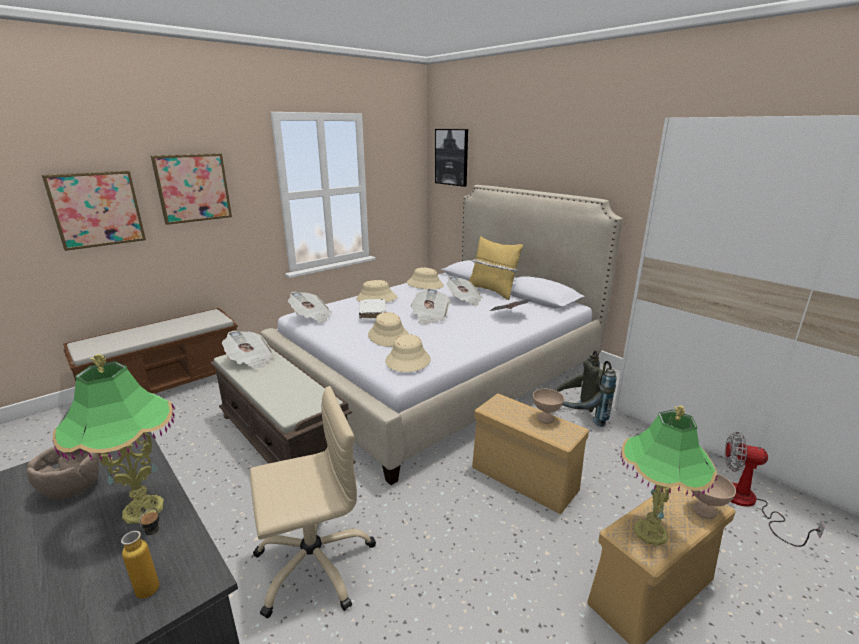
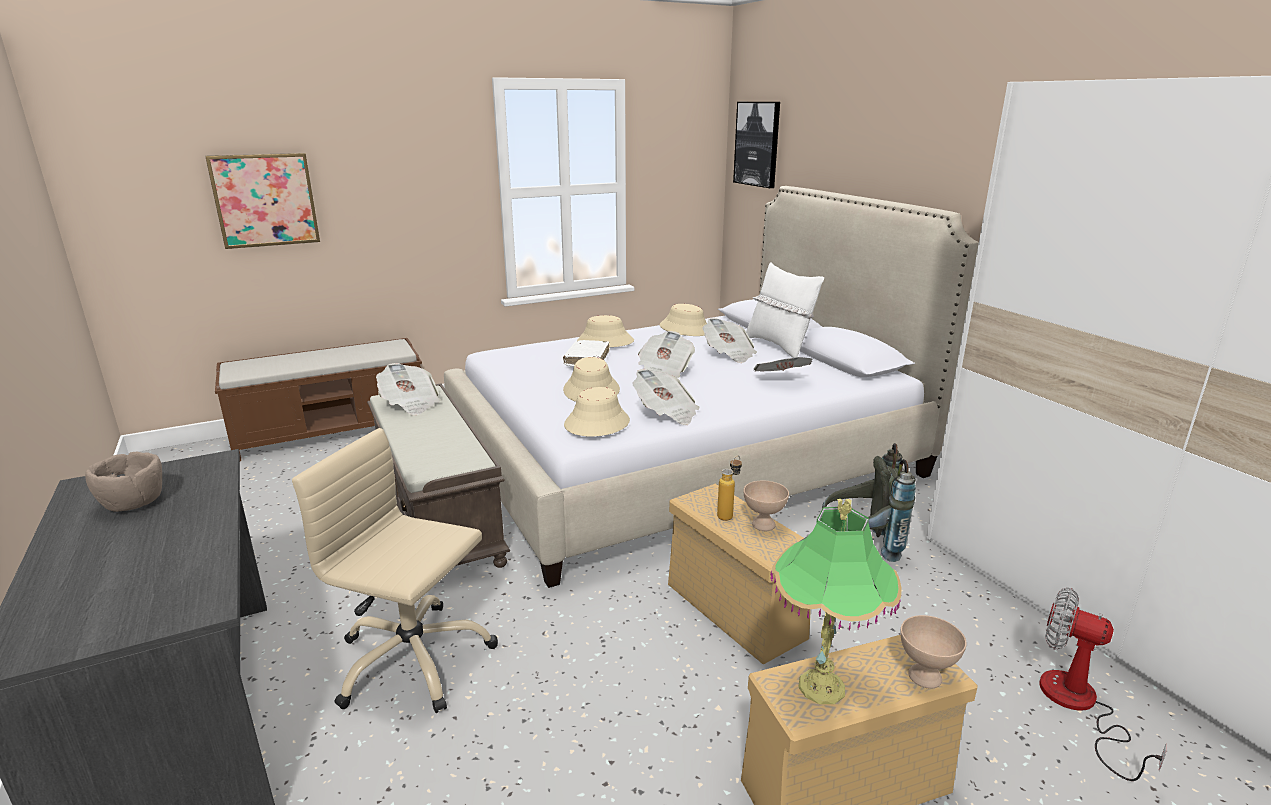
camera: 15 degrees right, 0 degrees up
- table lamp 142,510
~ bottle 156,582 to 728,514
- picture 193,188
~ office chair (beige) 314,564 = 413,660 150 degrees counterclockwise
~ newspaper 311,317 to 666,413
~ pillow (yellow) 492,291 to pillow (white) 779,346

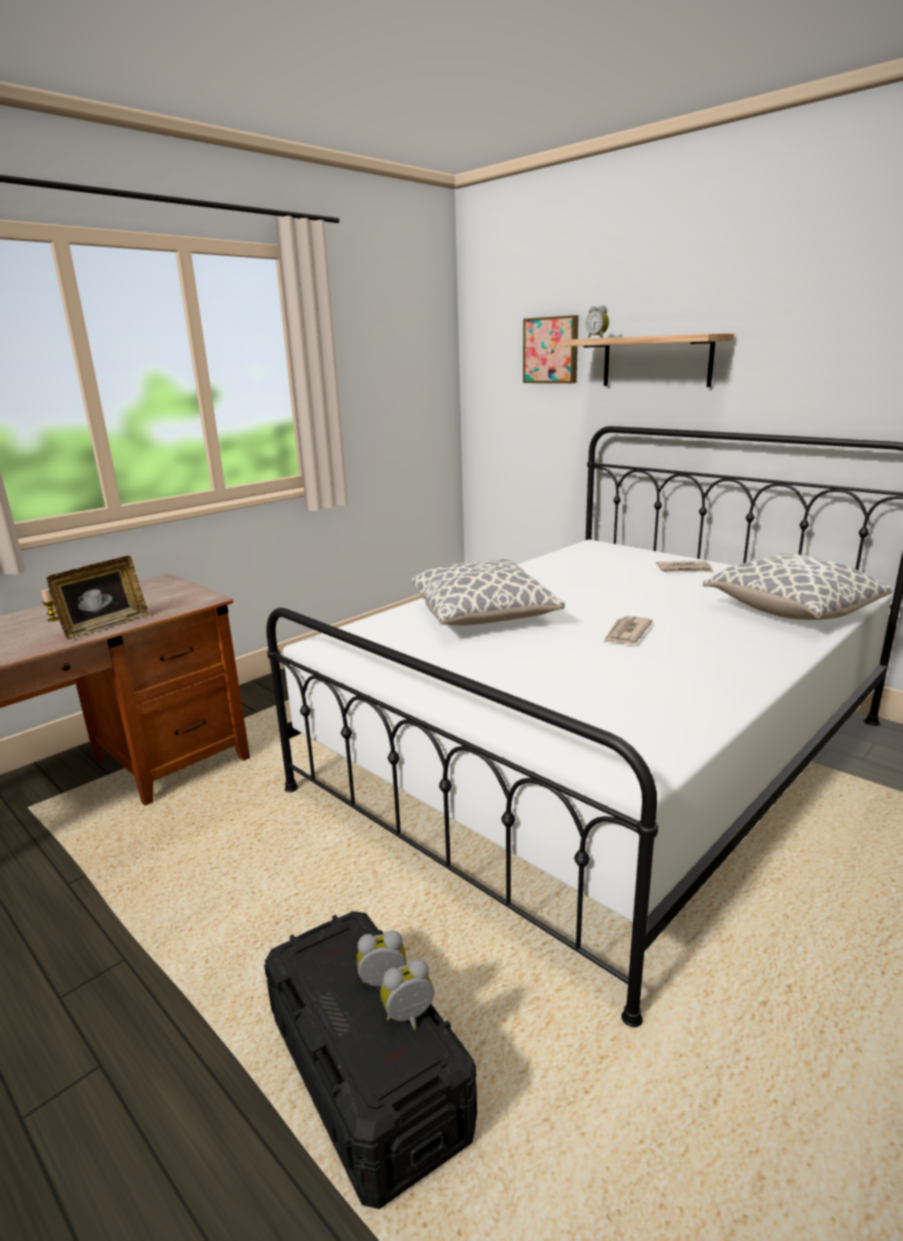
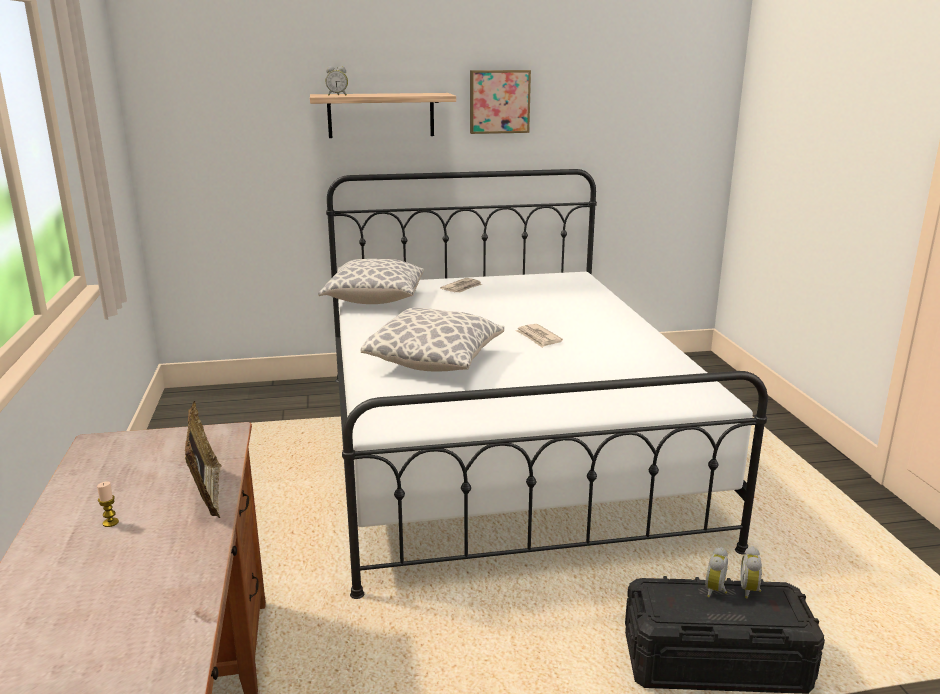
camera: 55 degrees left, 0 degrees up
~ picture 551,350 to 499,101
~ pillow 791,611 to 374,300

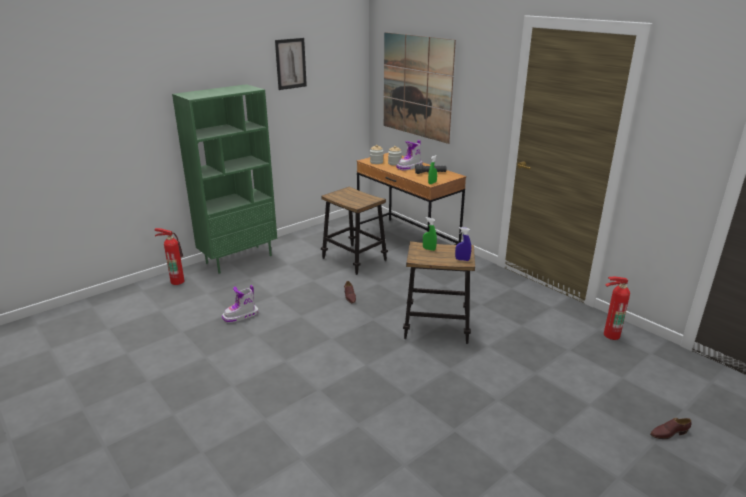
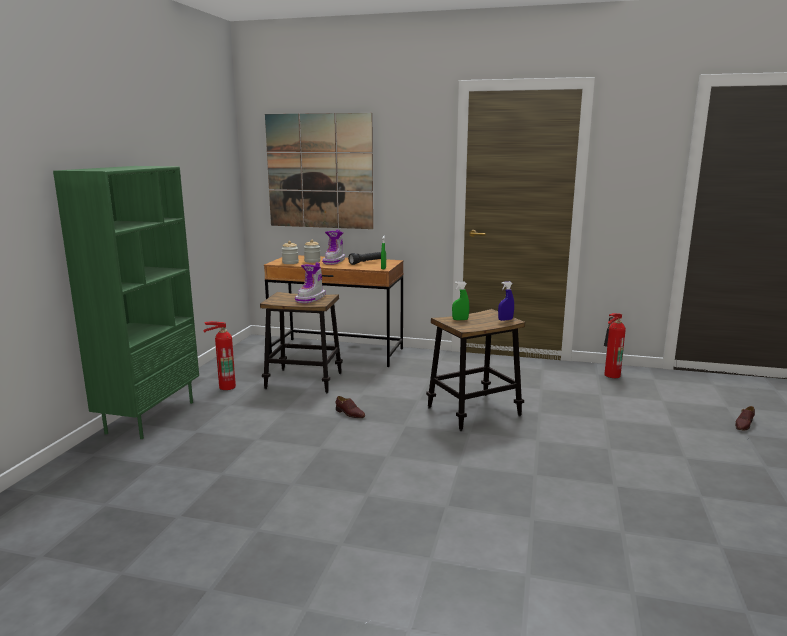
camera: 35 degrees left, 10 degrees down
~ fire extinguisher 177,281 to 225,387
~ boot 241,316 to 311,298
- picture 290,63

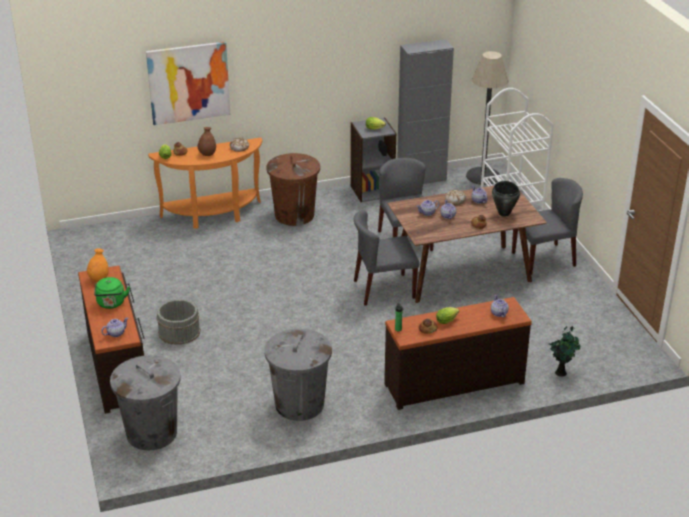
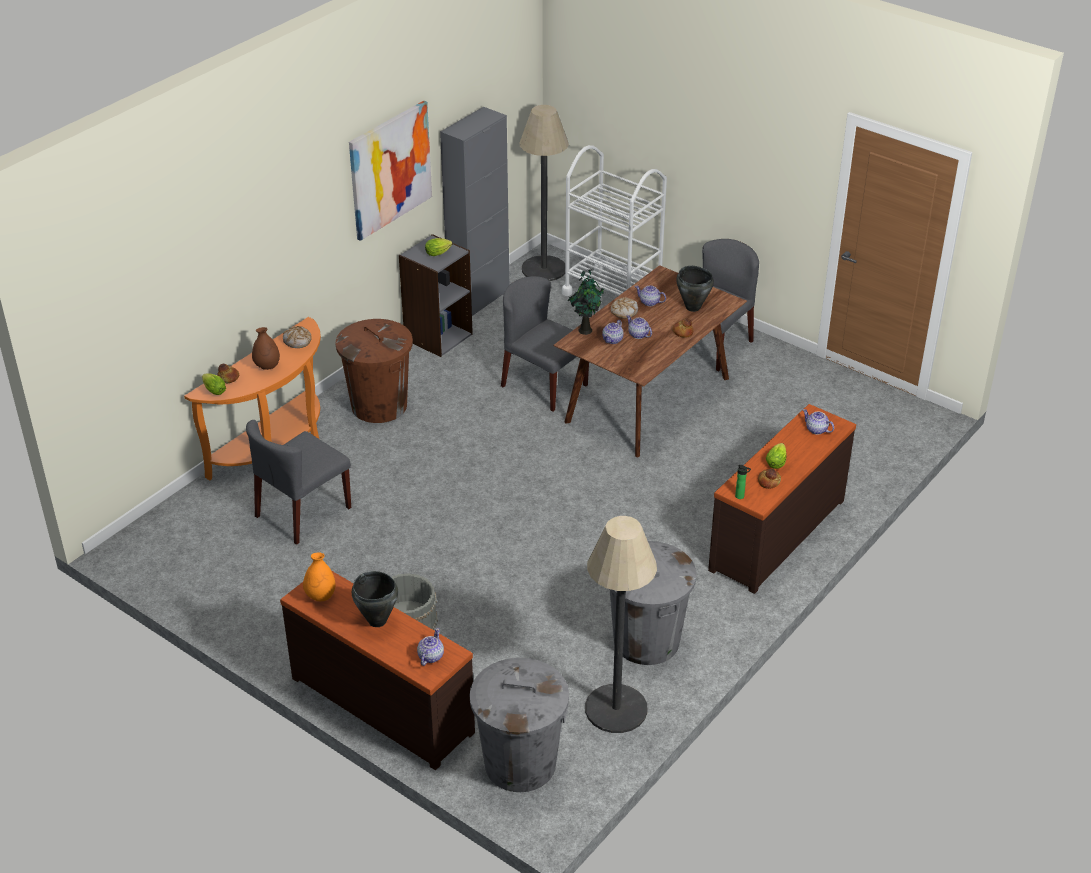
camera: 35 degrees left, 5 degrees up
~ kettle (green) 111,304 to cooking pot (black) 377,621
~ picture 188,83 to 390,169
~ chair (grey) 383,289 to 303,512
~ potted plant 561,372 to 585,329
+ floor lamp 616,709

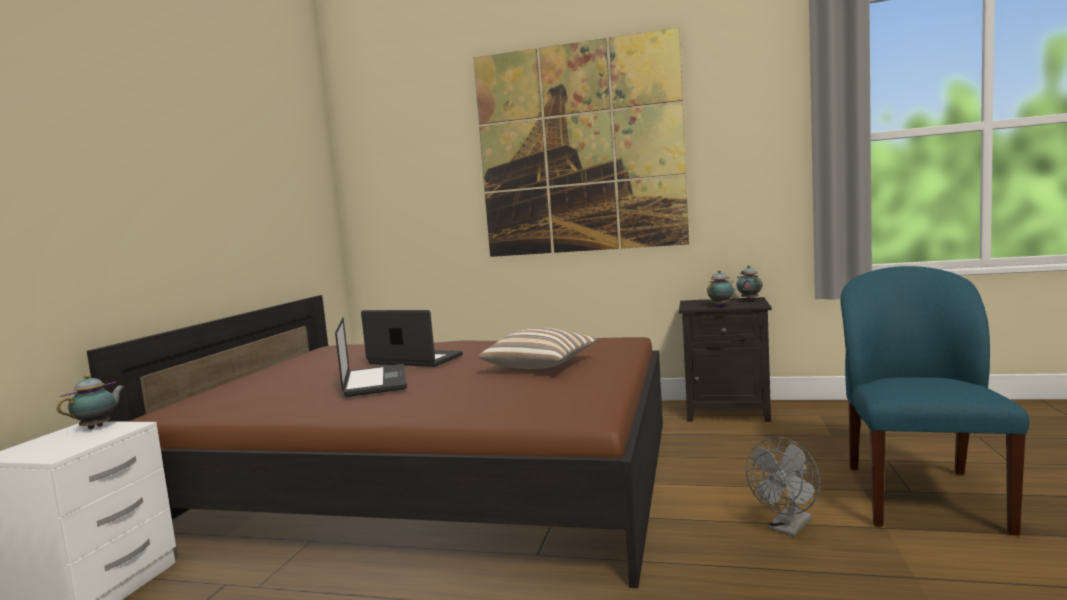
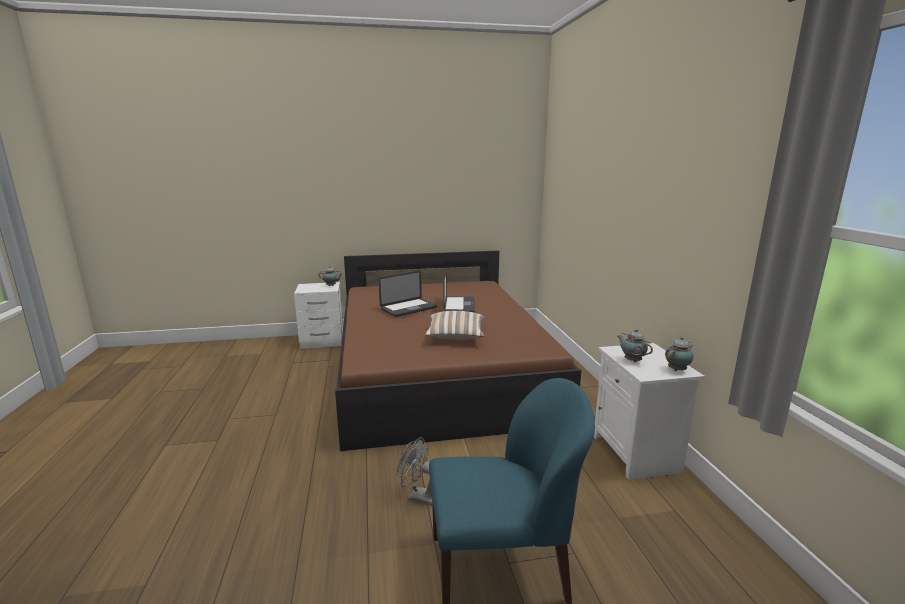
camera: 65 degrees right, 10 degrees up
- picture 579,149
~ nightstand (black) 728,411 to nightstand (white) 637,454
~ teapot 721,305 = 631,360 150 degrees counterclockwise

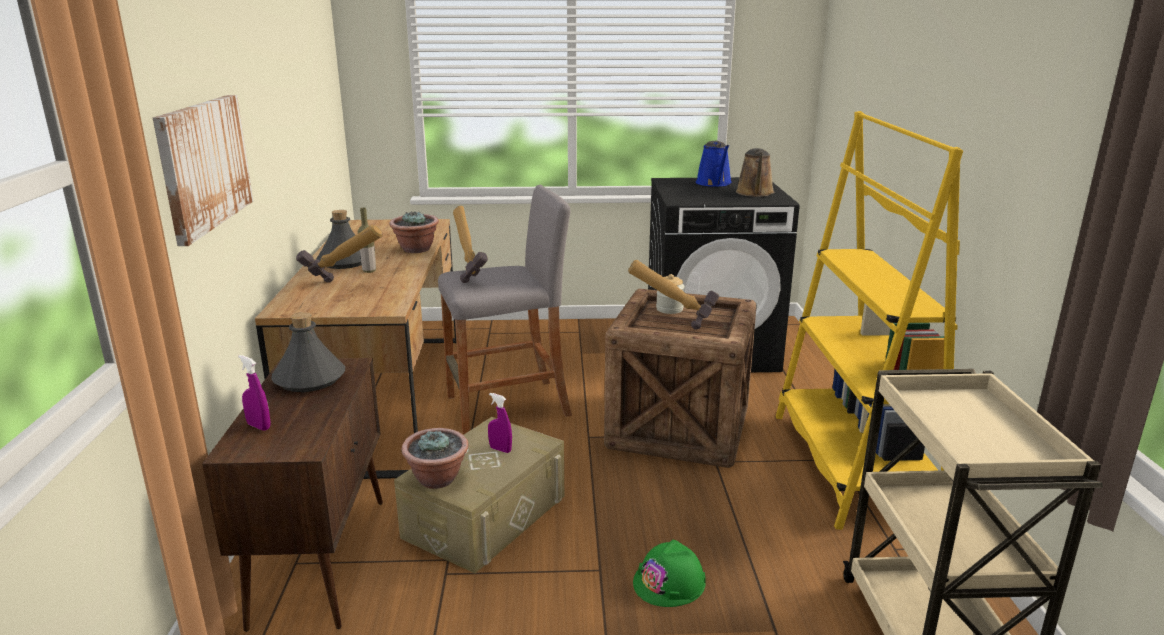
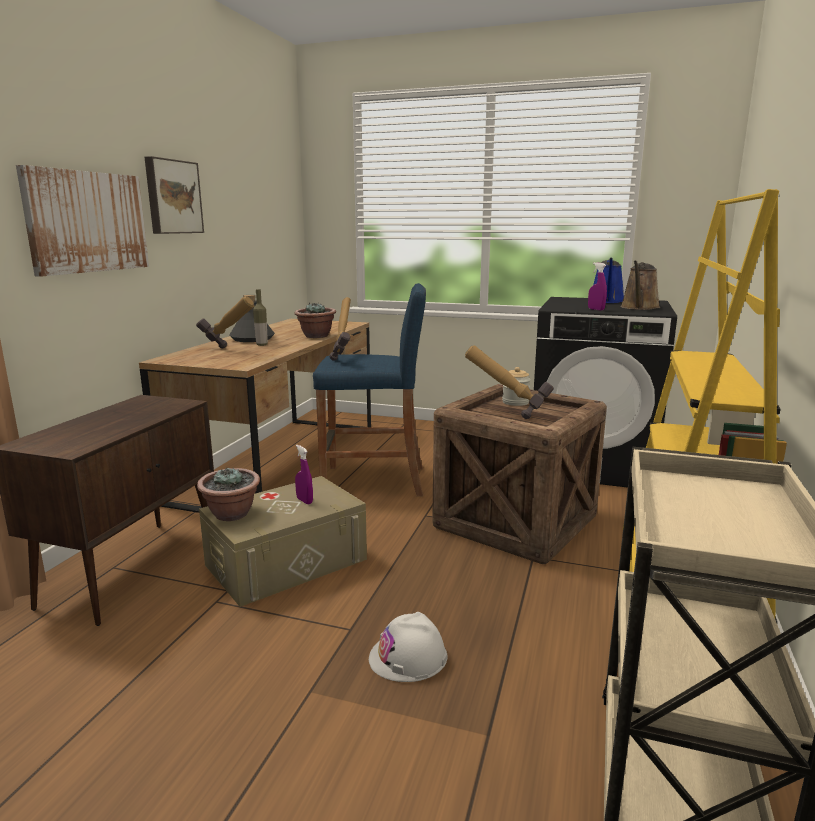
camera: 20 degrees right, 5 degrees down
~ spray bottle (purple) 259,426 to 596,309
- bottle (grey) 310,379
~ stool (grey) 508,406 to stool (blue) 373,481
~ hard hat (green) 669,582 to hard hat (white) 408,657
+ picture 172,197

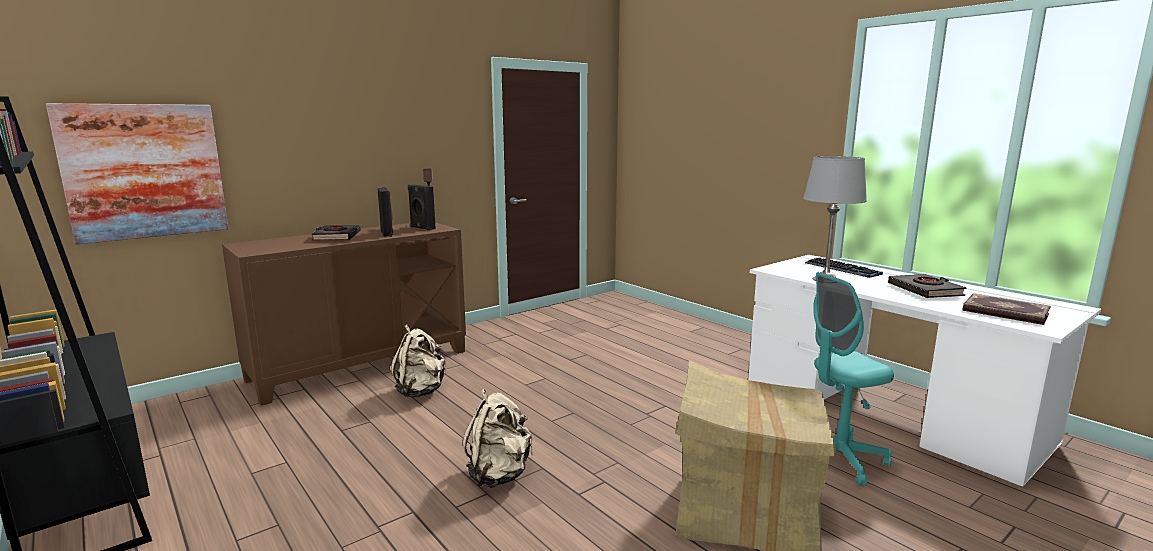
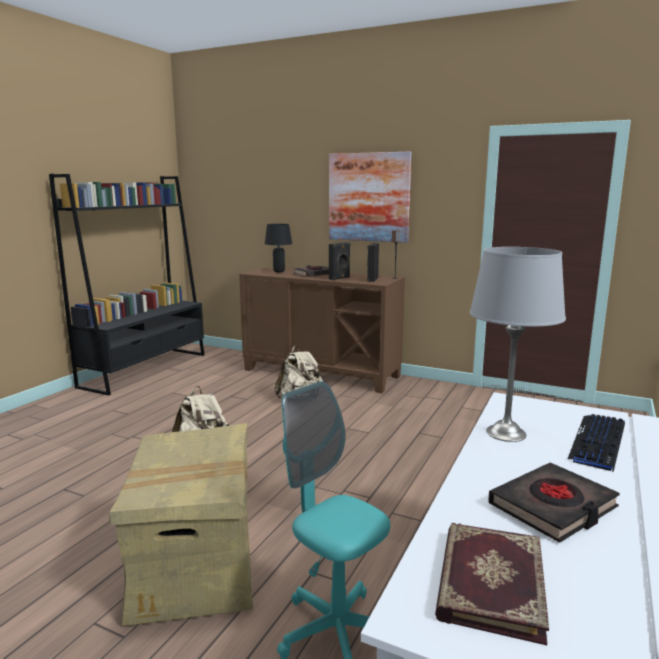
camera: 65 degrees right, 0 degrees up
~ picture 144,171 to 369,197
+ table lamp (black) 278,271

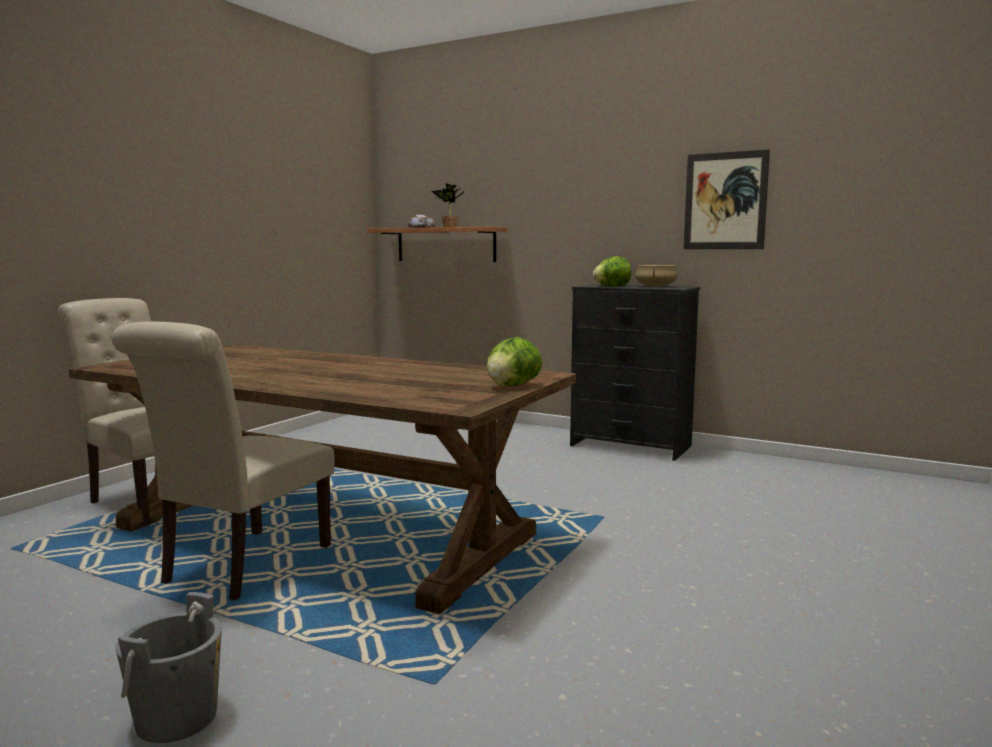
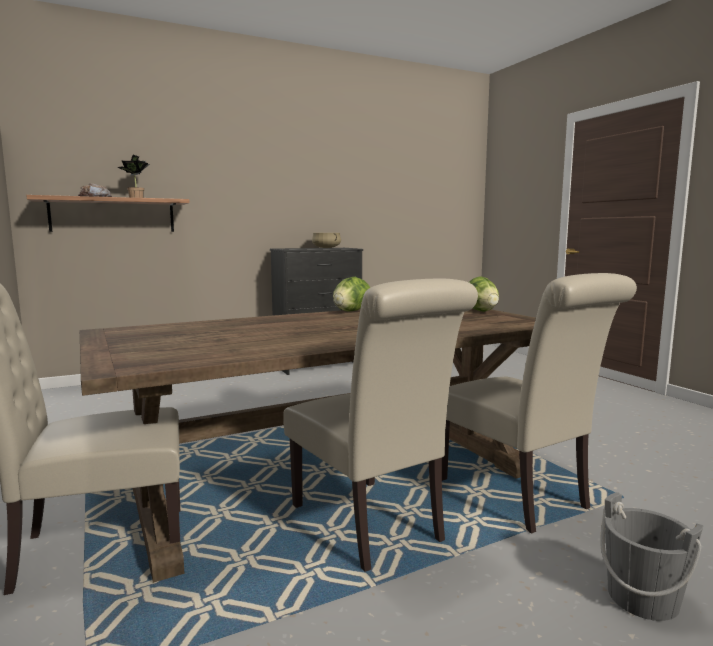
camera: 55 degrees left, 0 degrees up
~ lettuce 612,286 to 351,311
- picture 725,201
+ chair (beige) 518,497

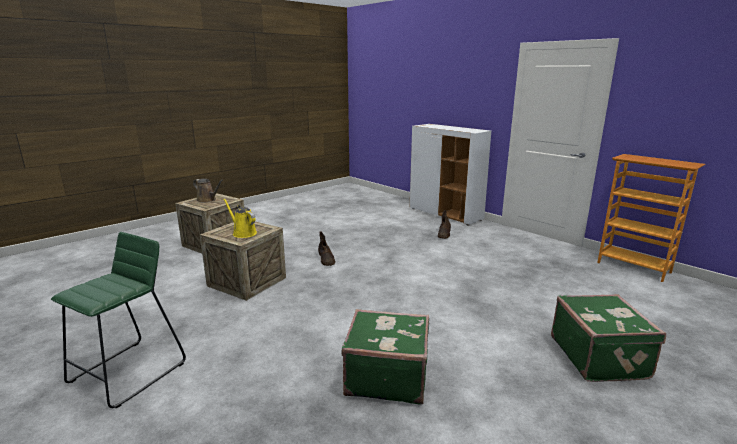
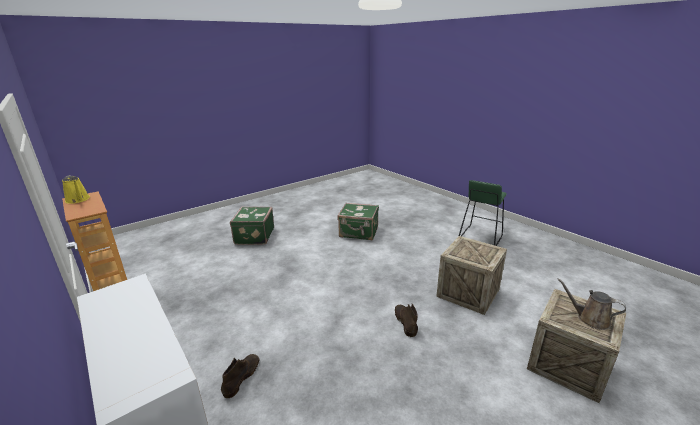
camera: 175 degrees left, 5 degrees up
~ watering can (yellow) 243,233 to 78,200

